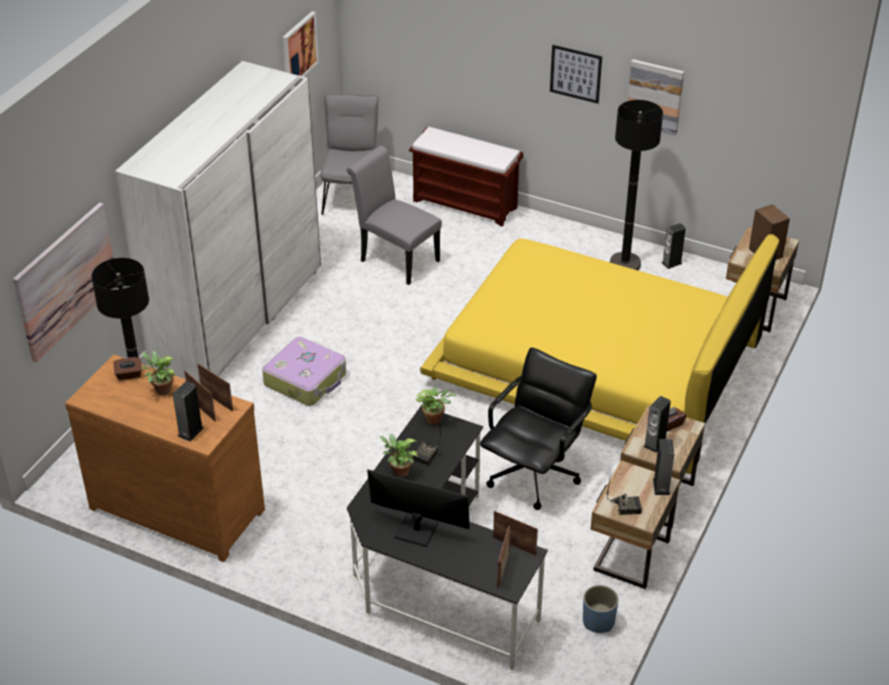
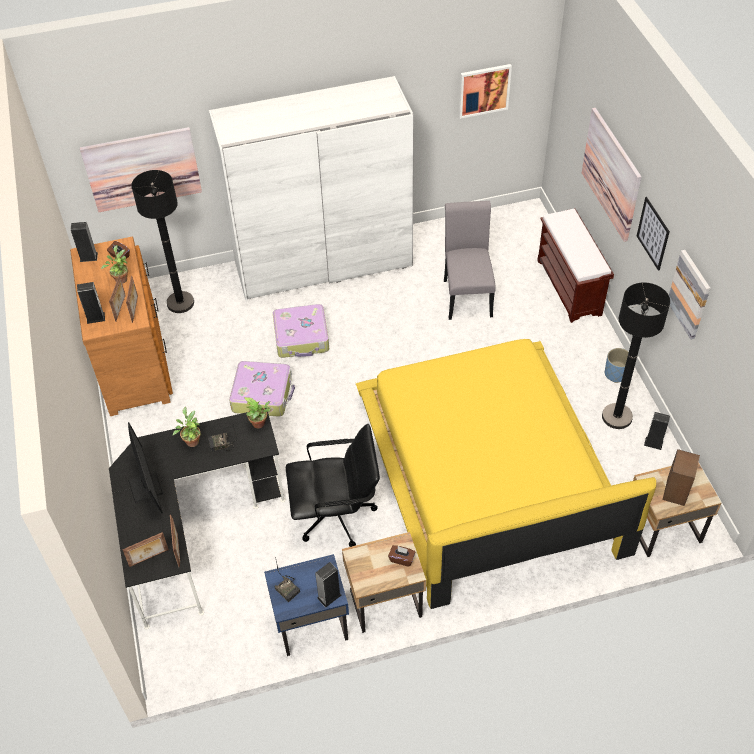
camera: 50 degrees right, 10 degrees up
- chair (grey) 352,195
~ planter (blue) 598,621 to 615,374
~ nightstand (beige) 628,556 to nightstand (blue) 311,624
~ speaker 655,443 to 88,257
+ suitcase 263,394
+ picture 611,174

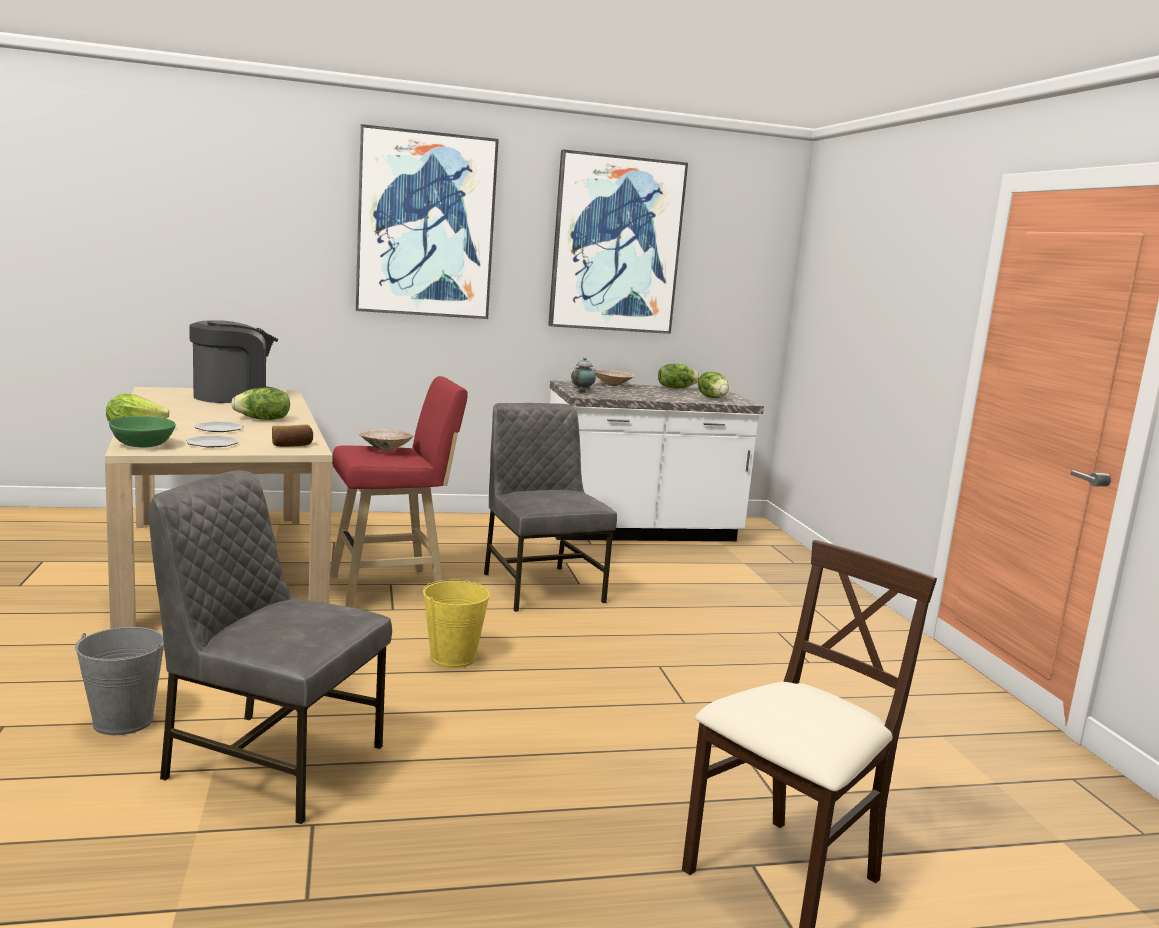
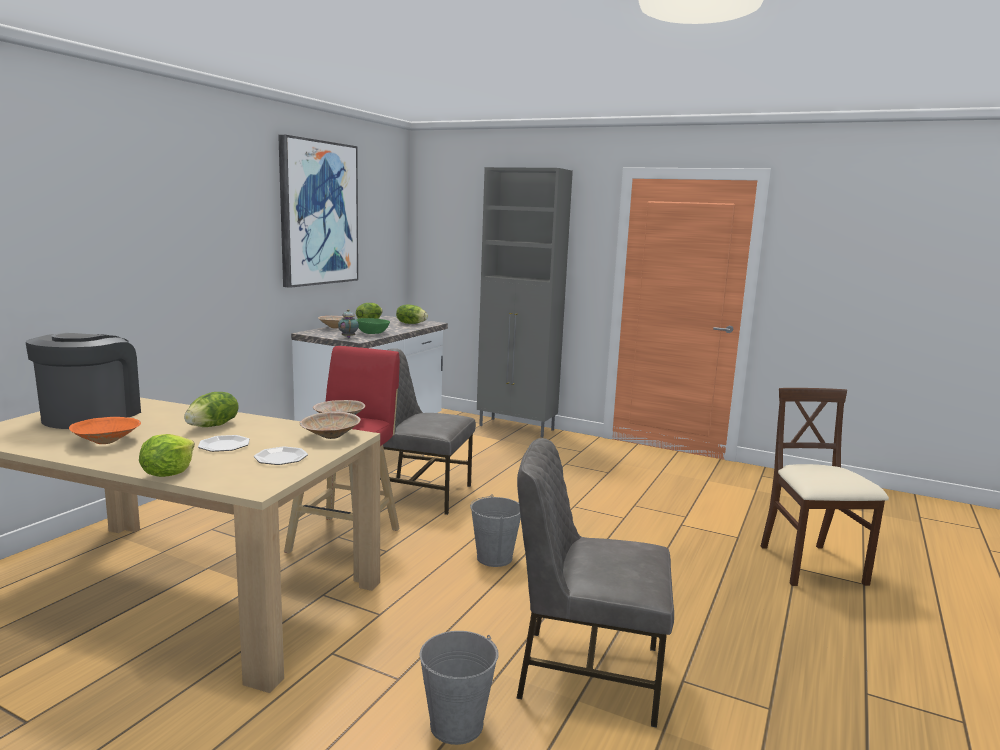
camera: 50 degrees left, 0 degrees up
~ bowl (green) 143,445 to 372,333
~ chair (grey) 271,762 = 586,672 45 degrees clockwise
~ bread 292,445 to bowl (beige) 330,437
- picture 426,225
~ bucket (yellow) 453,658 to bucket (grey) 495,558
+ bowl (orange) 107,441
+ cabinet (grey) 517,428

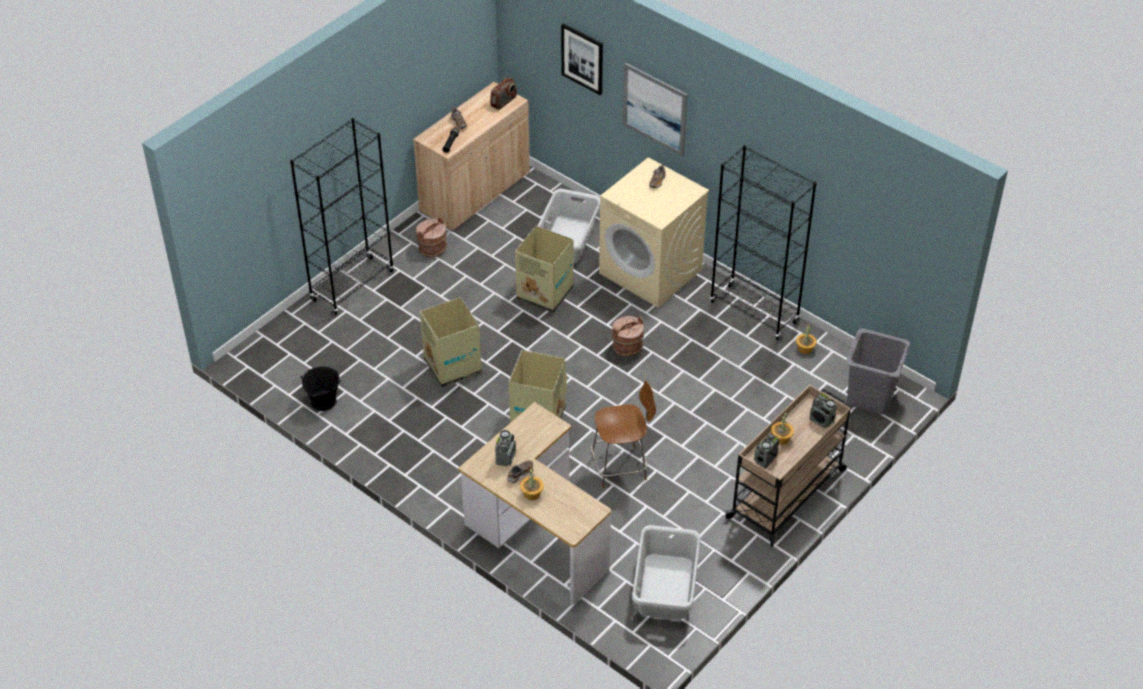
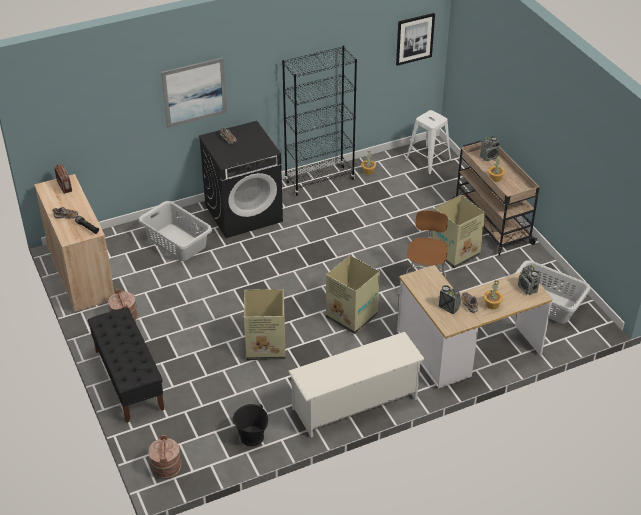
camera: 65 degrees left, 5 degrees down
~ bookcase (black) 352,286 to bench (black) 128,379
~ cardboard box 545,294 to 456,252
~ picture 582,58 to 414,38
~ washing machine (beige) 651,271 to washing machine (black) 244,213
~ bucket (brown) 627,346 to 166,468
~ radio 765,459 to 527,289
~ laundry basket (grey) 870,397 to stool (white) 429,160
+ shoe rack (white) 355,404

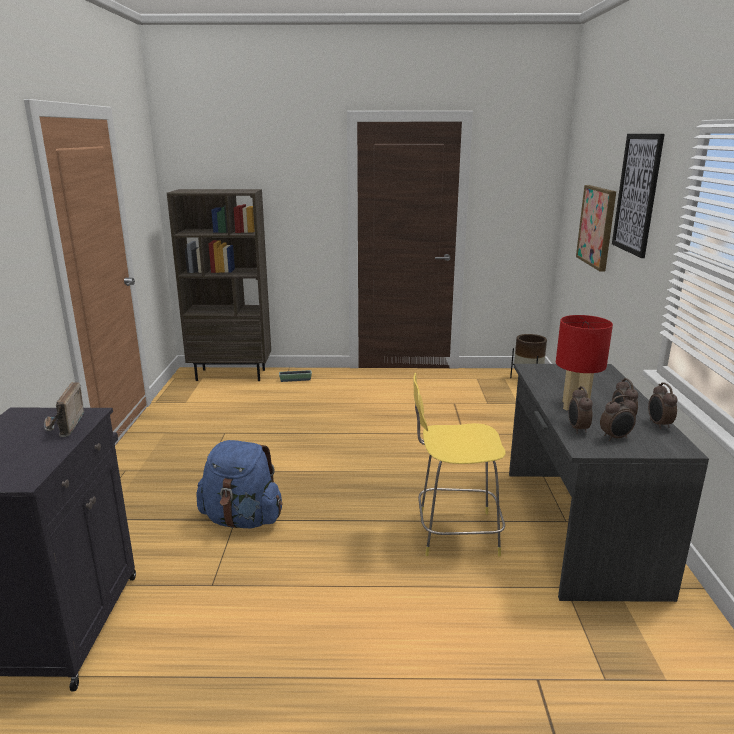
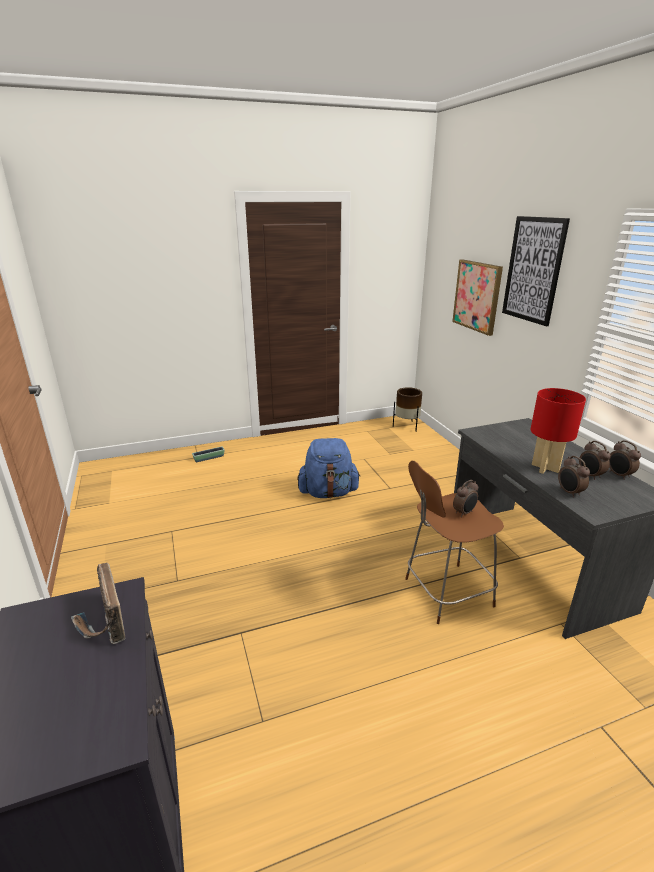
camera: 20 degrees left, 5 degrees up
- bookcase (brown) 231,375
~ backpack (blue) 242,519 to 328,493
~ stool (yellow) 454,533 to stool (brown) 445,593
~ alarm clock 615,438 to 464,513

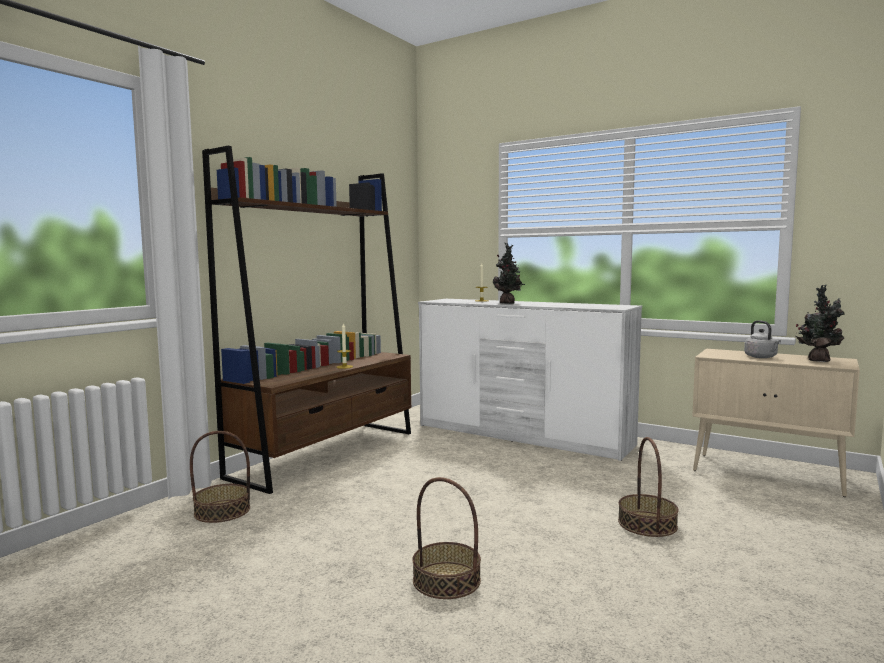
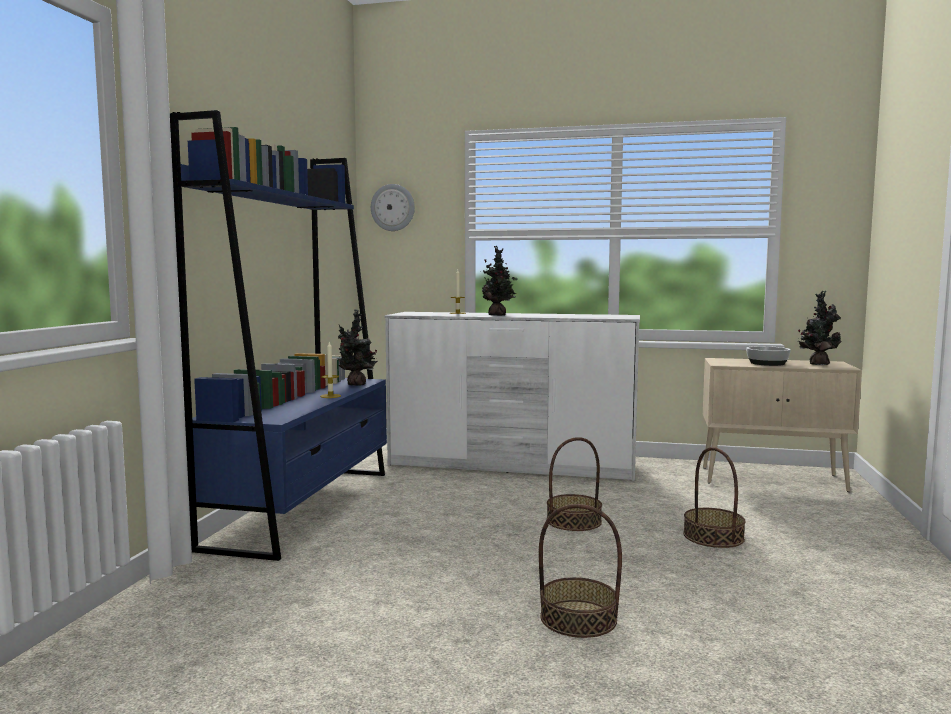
camera: 20 degrees left, 0 degrees up
~ basket 222,511 to 573,521
~ bookcase (brown) 327,453 to bookcase (blue) 303,507
~ kettle (grey) 761,357 to bowl 768,363
+ potted plant 356,385
+ wall clock 393,207

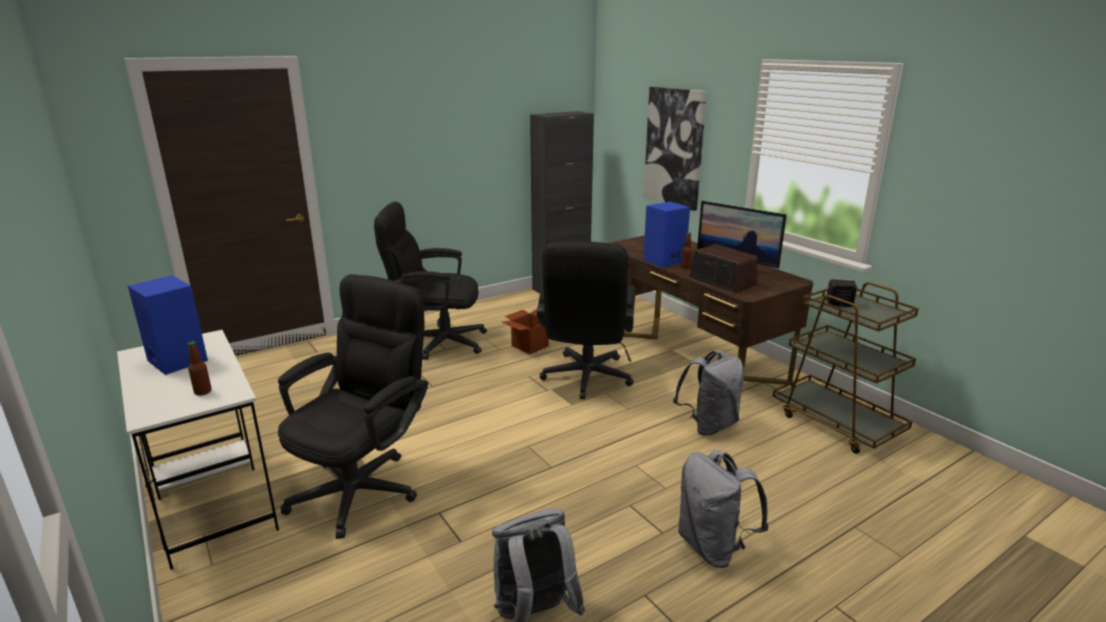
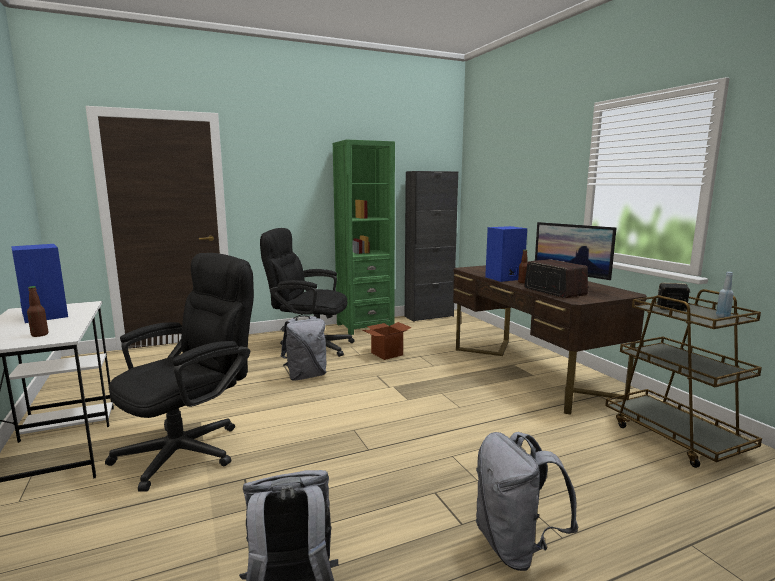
camera: 10 degrees right, 10 degrees down
- office chair (black) 585,380
- picture 674,147
~ backpack (grey) 709,425 to 306,376
+ bookcase (green) 365,326
+ bottle (blue) 722,316

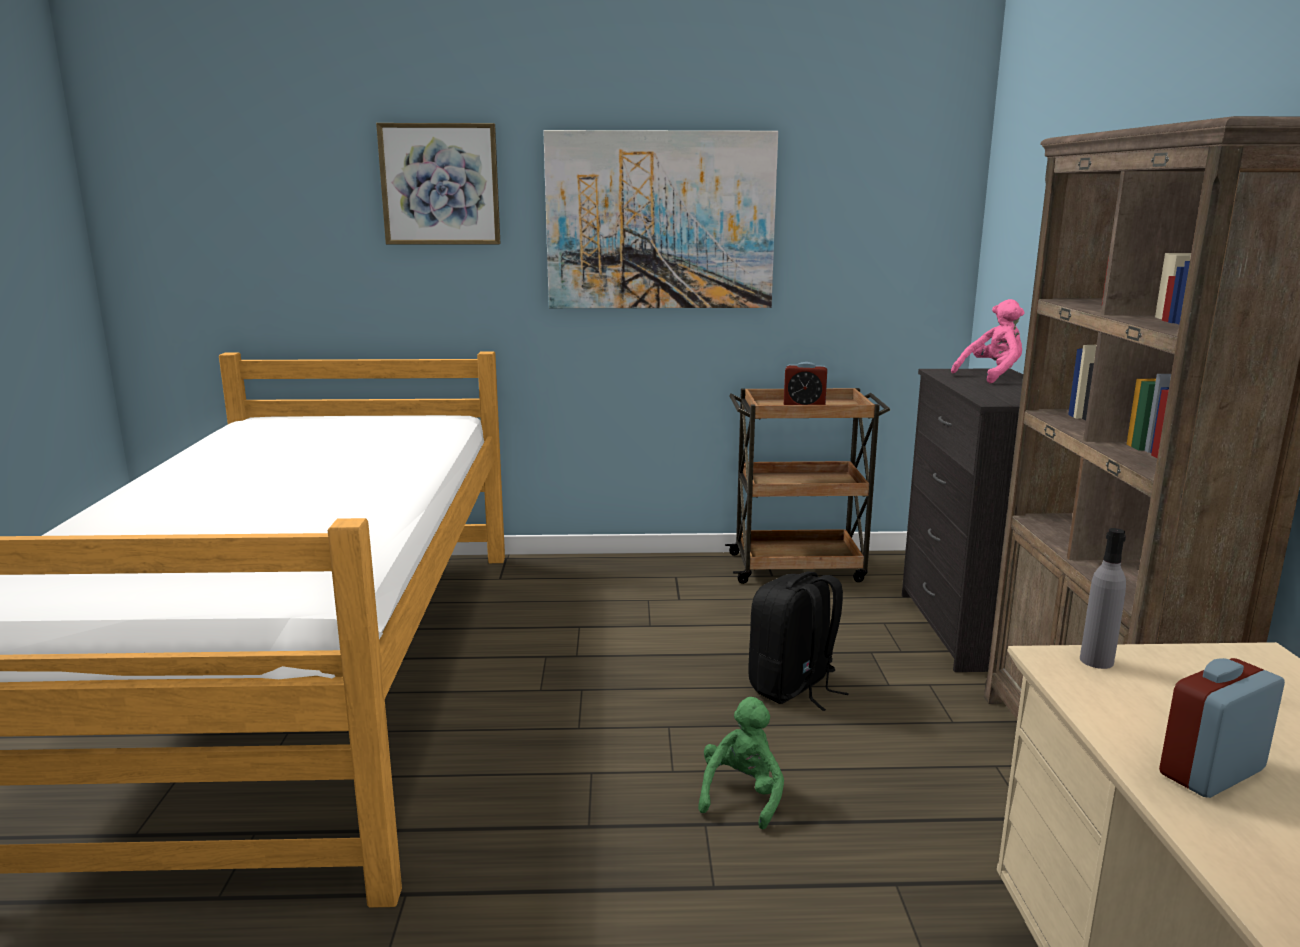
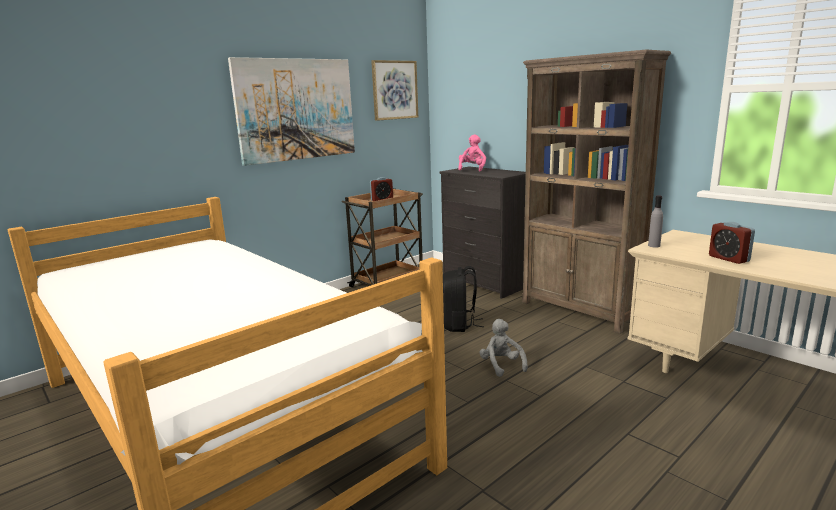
camera: 40 degrees left, 0 degrees up
~ picture 440,184 to 394,90
~ plush toy (green) 742,795 to plush toy (grey) 501,365
~ alarm clock 1211,772 = 728,259 45 degrees counterclockwise

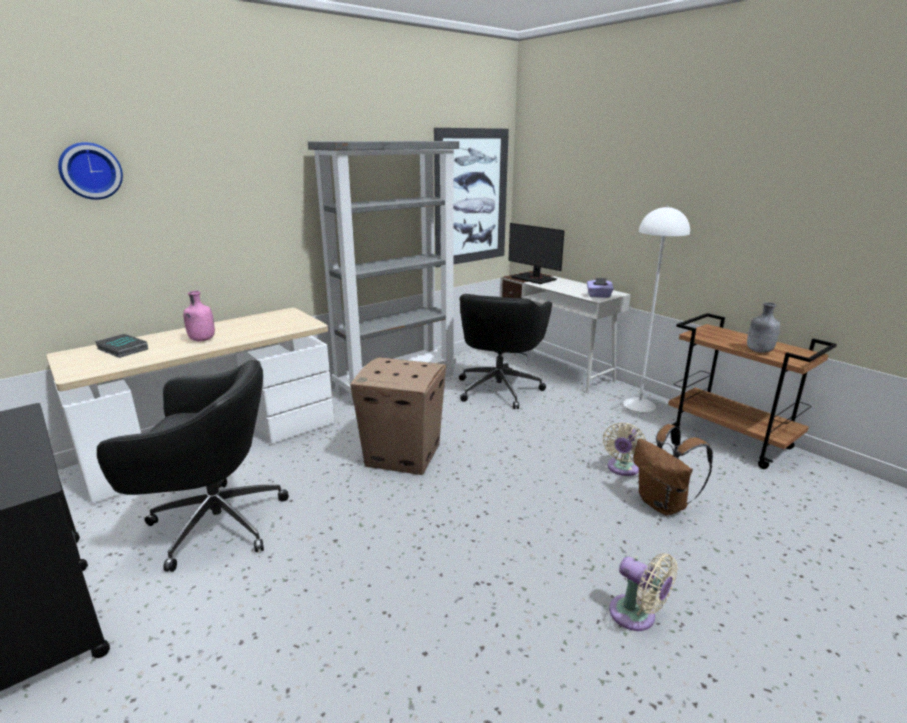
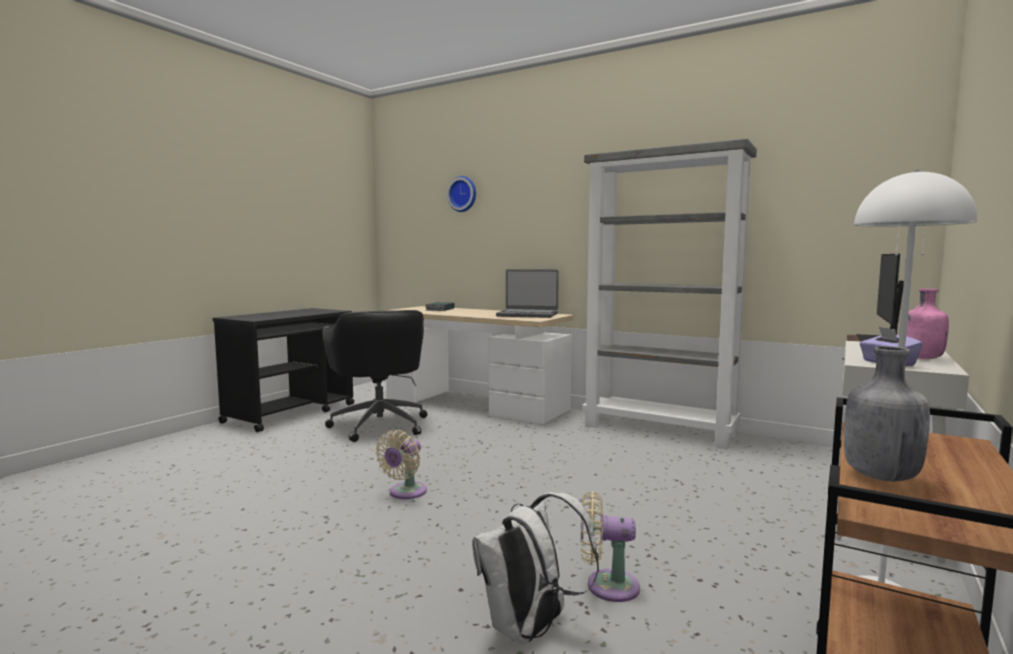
camera: 70 degrees right, 15 degrees down
~ bottle (pink) 201,340 to 921,358
- cardboard box 404,455
- picture 471,197
- office chair (black) 499,388
~ fan (beige) 636,616 to 405,493
~ backpack (brown) 664,505 to backpack (white) 530,629
+ laptop 527,315

